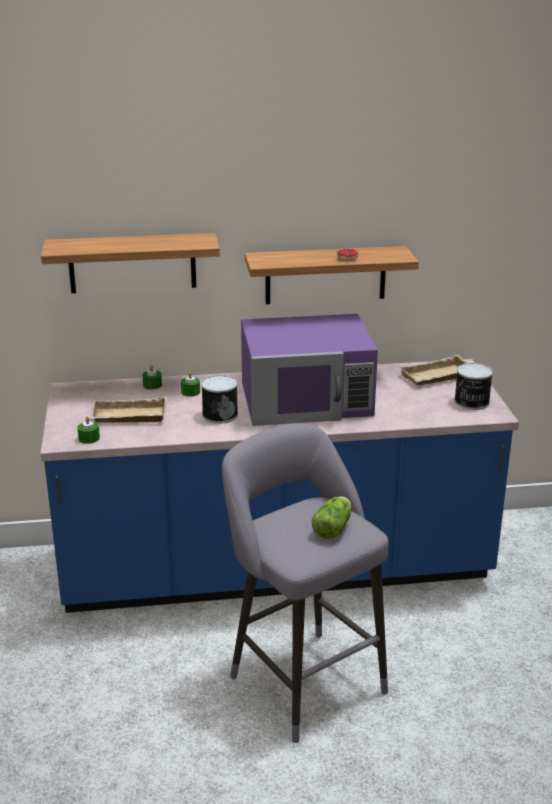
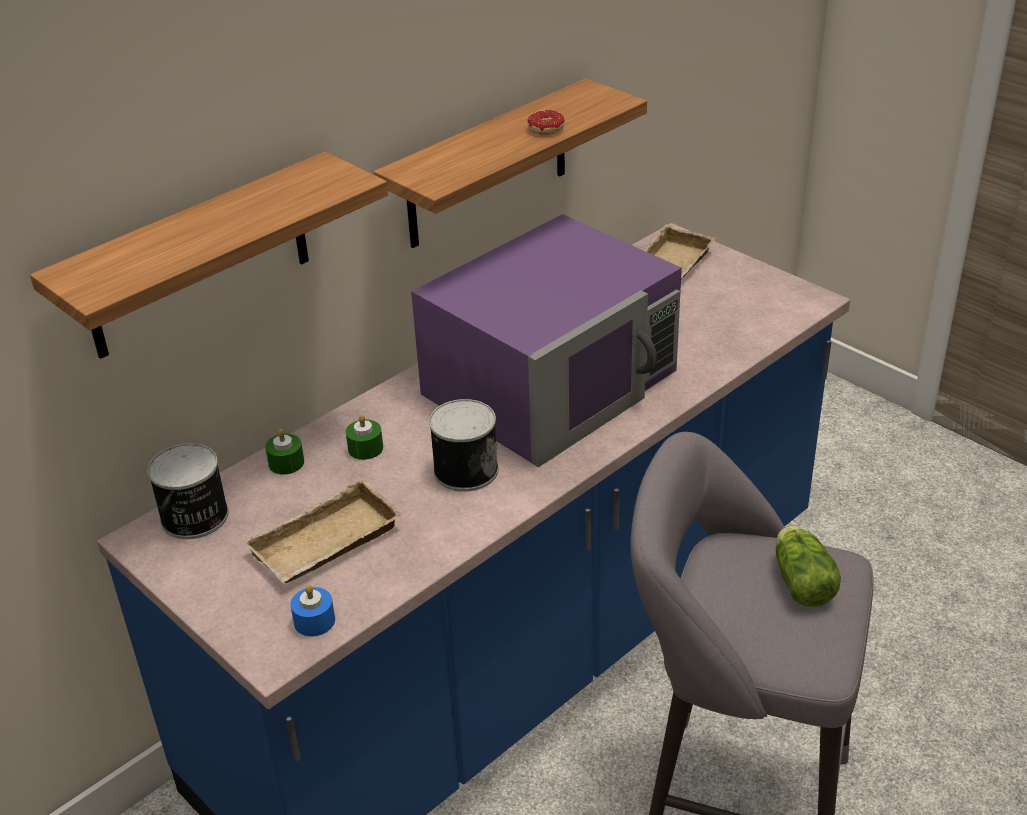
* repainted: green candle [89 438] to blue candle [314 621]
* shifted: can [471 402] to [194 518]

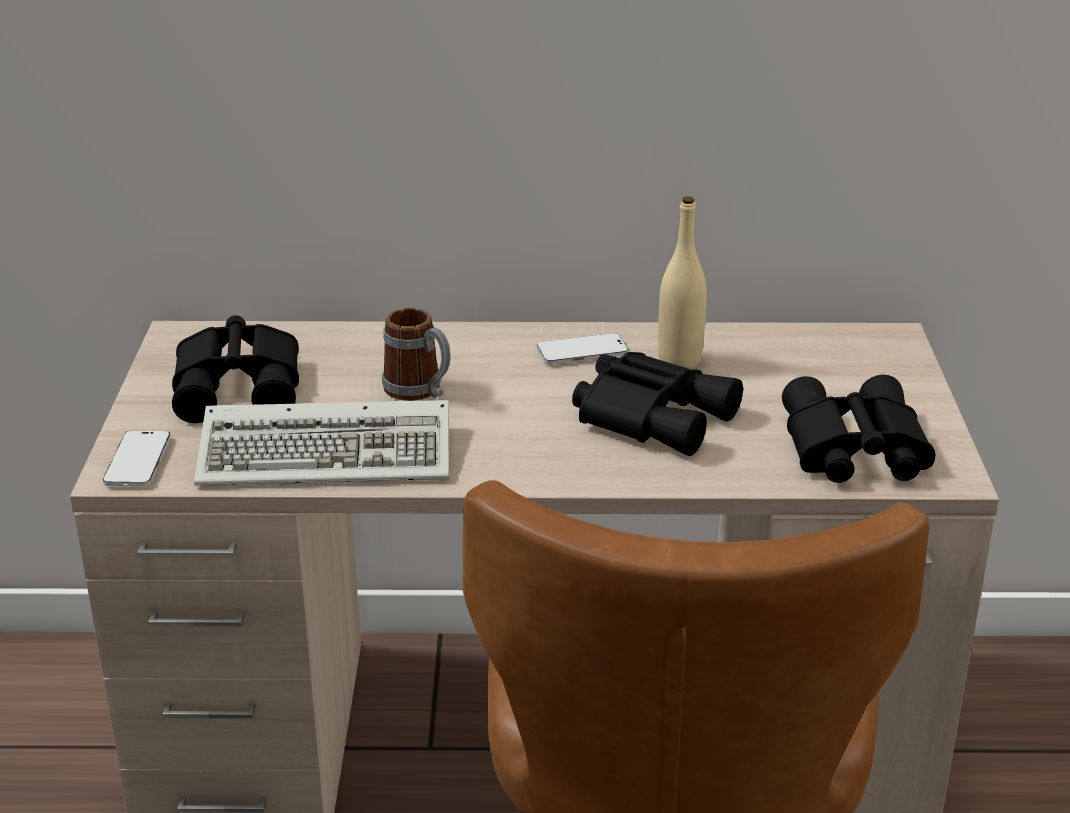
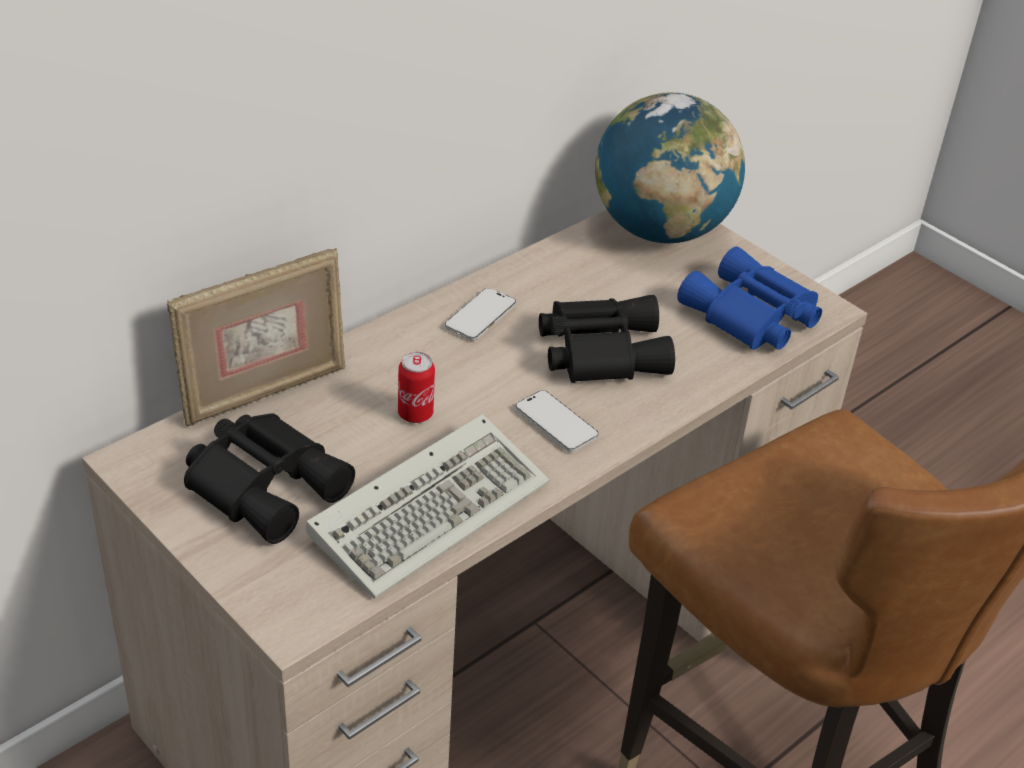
* shifted: phone [138 461] to [556 423]
* swapped: mug [420 391] to can [415 414]
* gone: beige bottle [679 360]
* repainted: black binoculars [851 450] to blue binoculars [750 316]
* new: picture frame [263 391]
* new: globe [660 230]

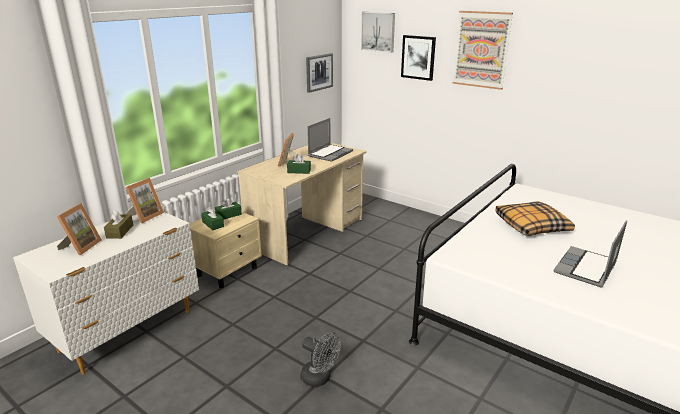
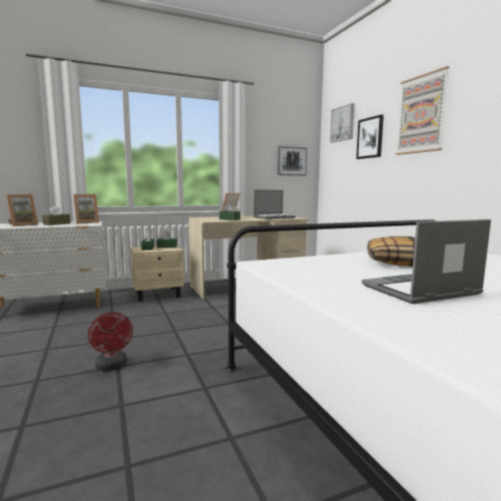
* repainted: grey fan [320 378] to red fan [112 366]

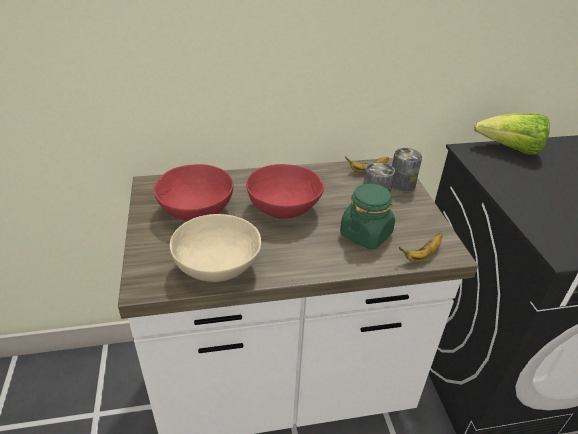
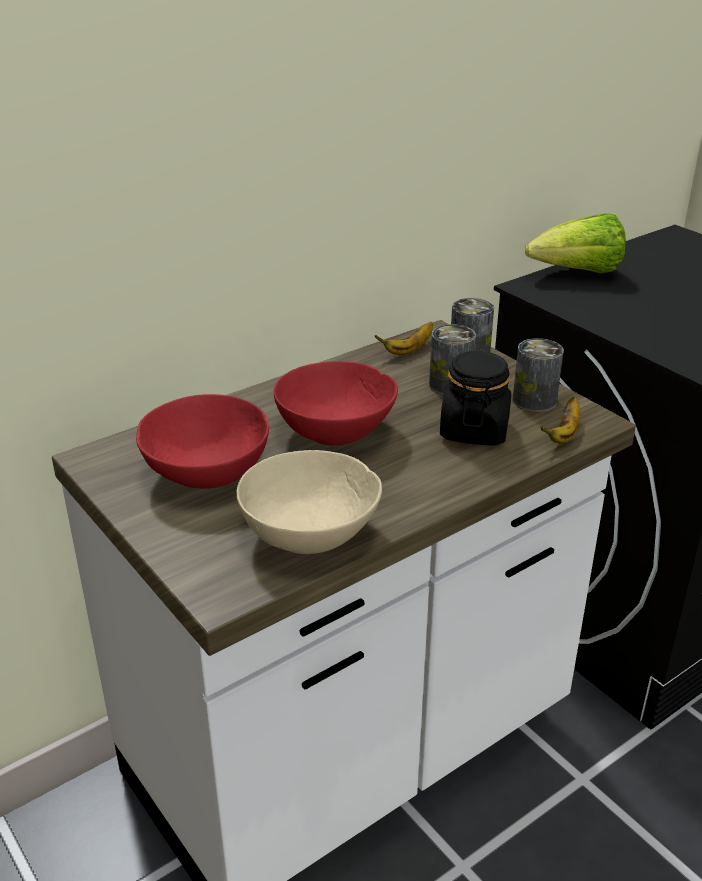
* repainted: green jar [366 234] to black jar [474 430]
* new: can [534 400]

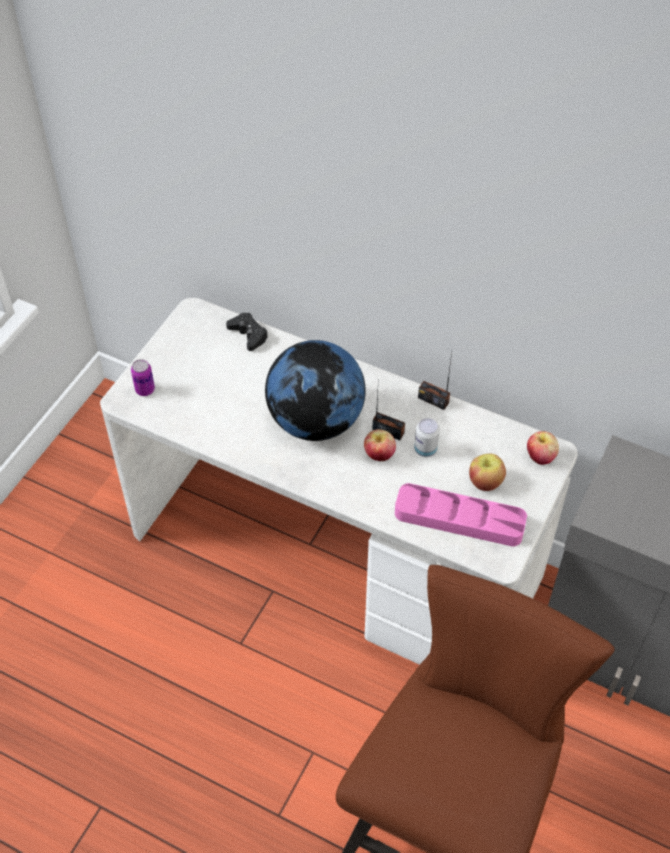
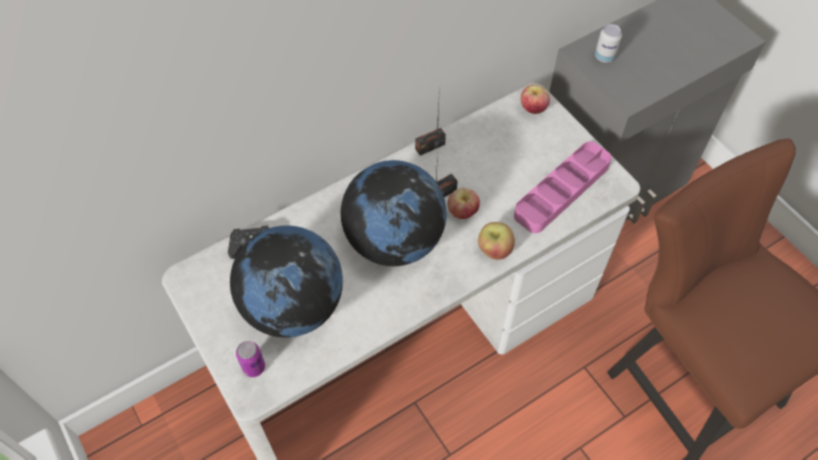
* shifted: can [425 449] to [604 57]
* shifted: apple [485 481] to [494 250]
* new: globe [293 307]

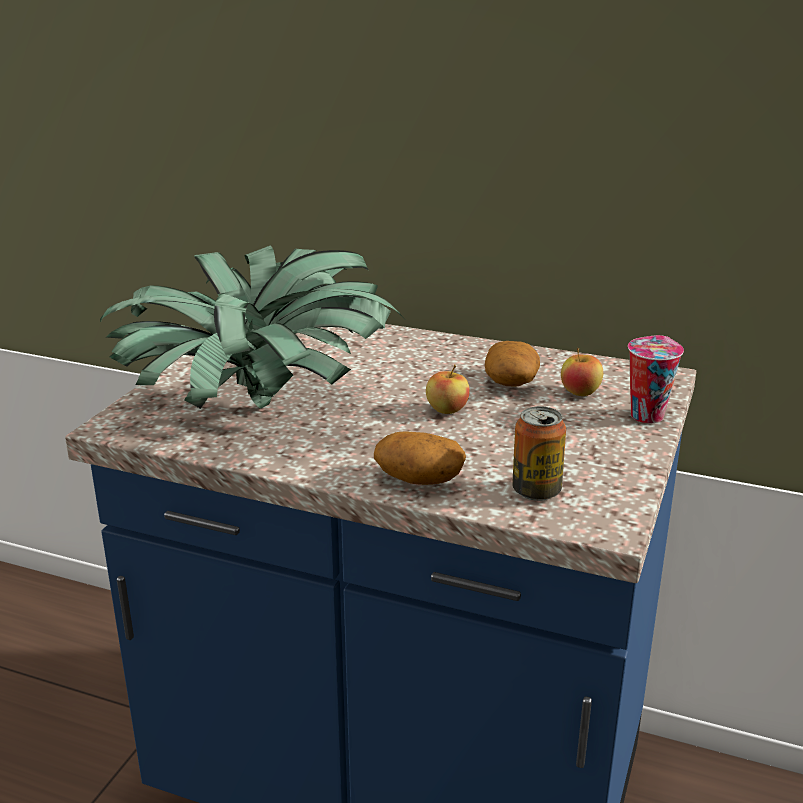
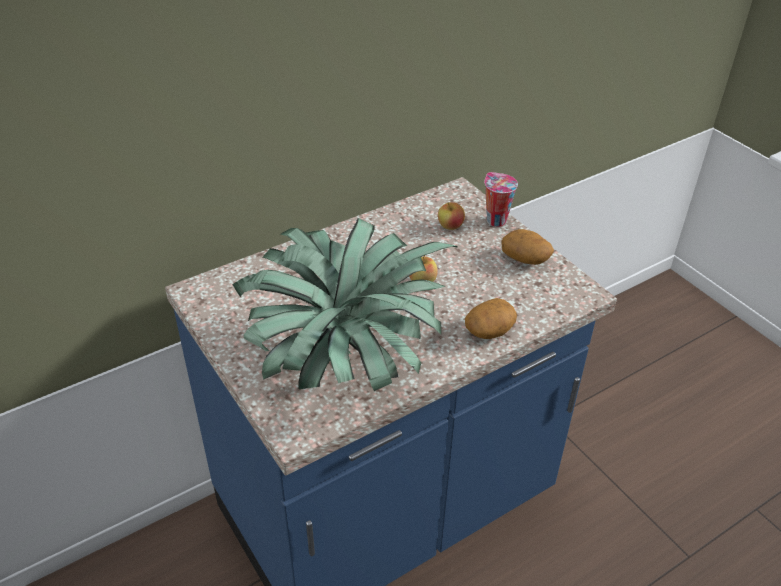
* shifted: potato [511 382] to [525 258]
* gone: can [536 491]

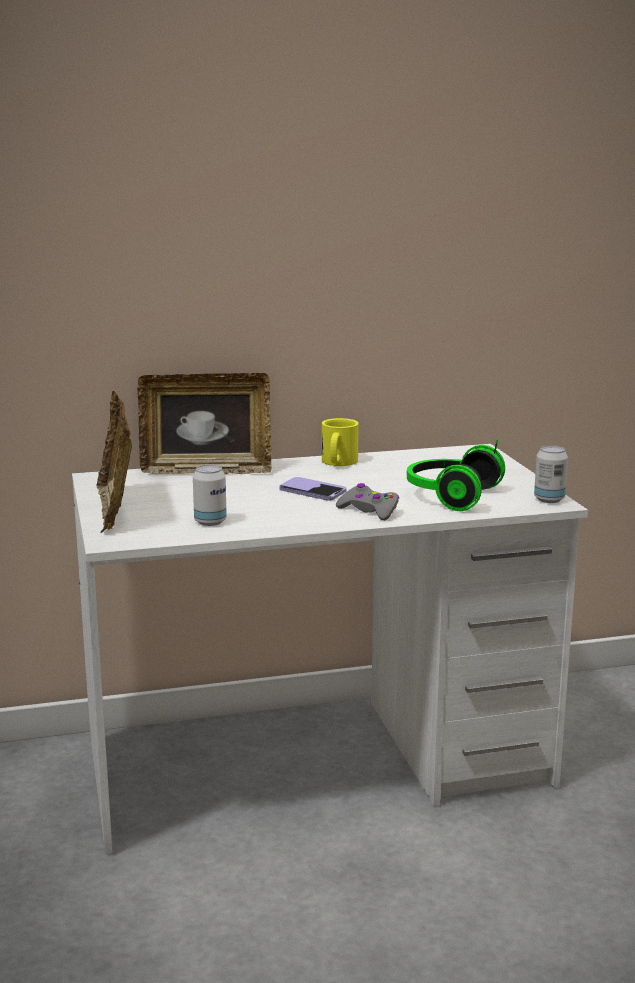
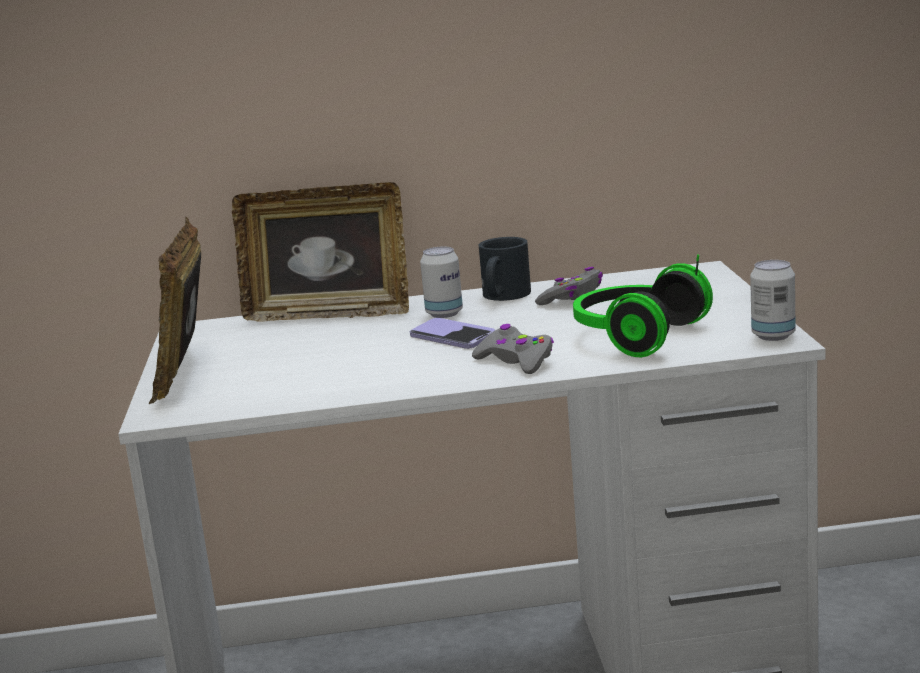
* shifted: can [210 522] to [444 313]
* repainted: yellow mug [338 463] to black mug [503 297]
* new: grey game controller [572 297]

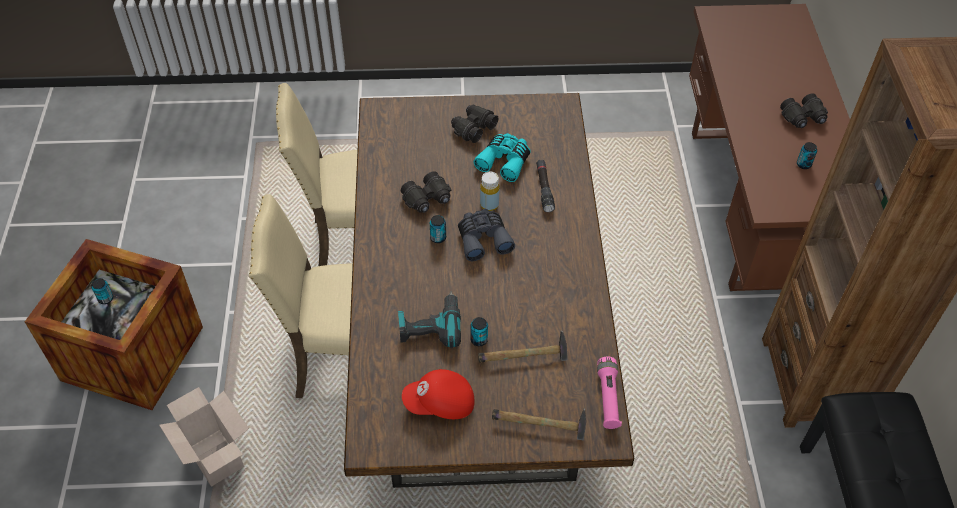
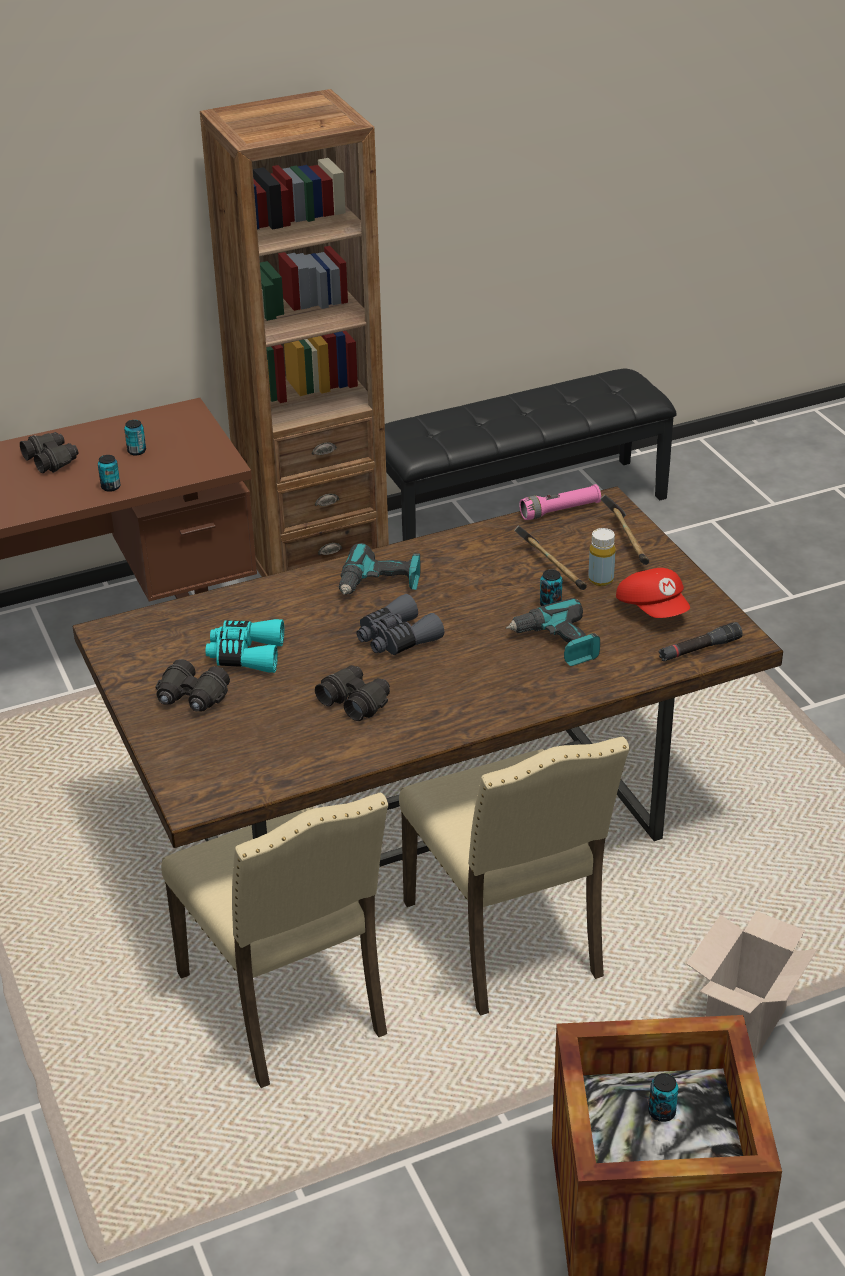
* shifted: can [438 238] to [110 487]
* shifted: yellow bottle [489 205] to [601 579]
* shifted: black flashlight [544 189] to [699 649]
* new: power drill [380 584]

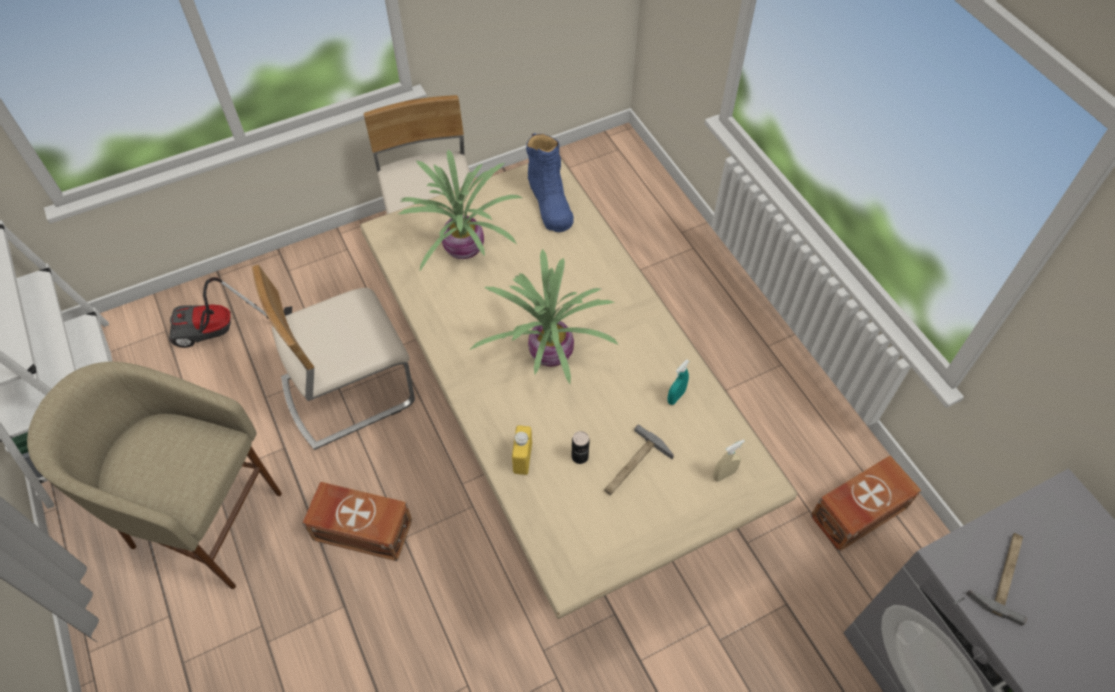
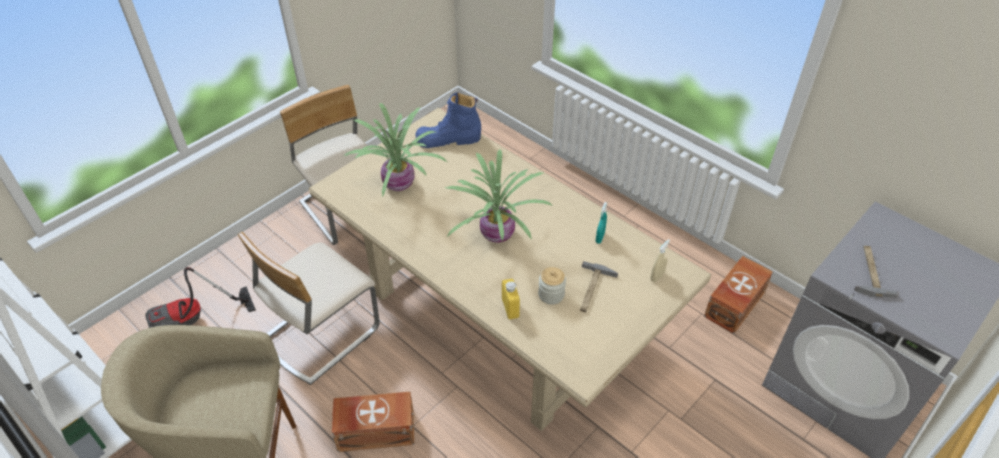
* rotated: blue boot [550 202] = [448 139] 120 degrees clockwise
* swapped: can [580 456] to jar [551 294]

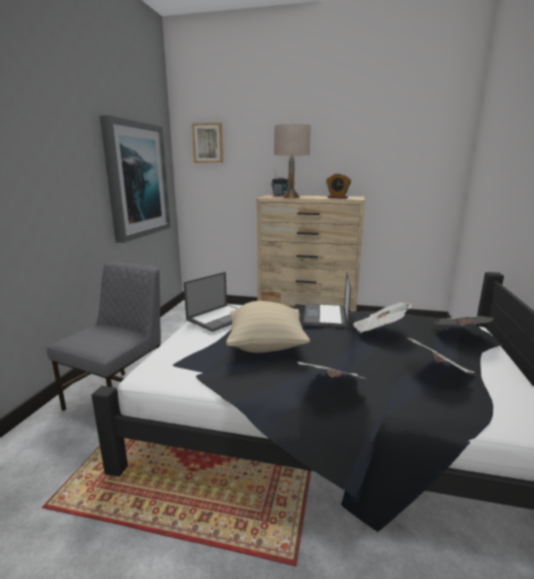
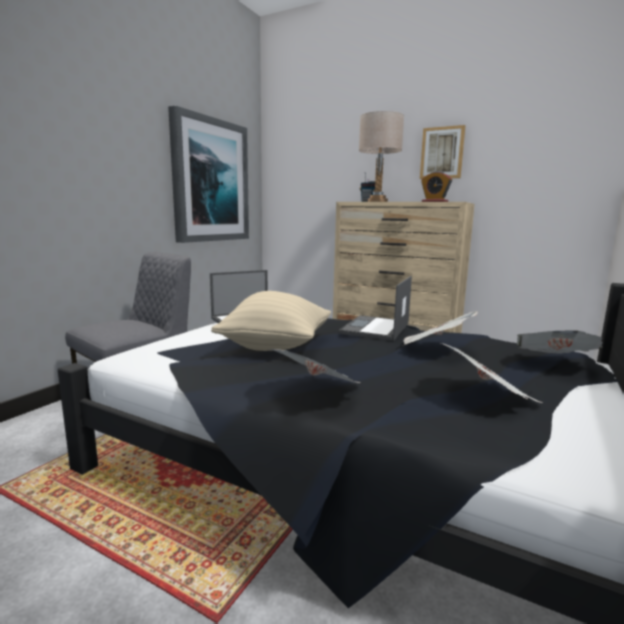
* shifted: picture [208 143] to [442 153]

